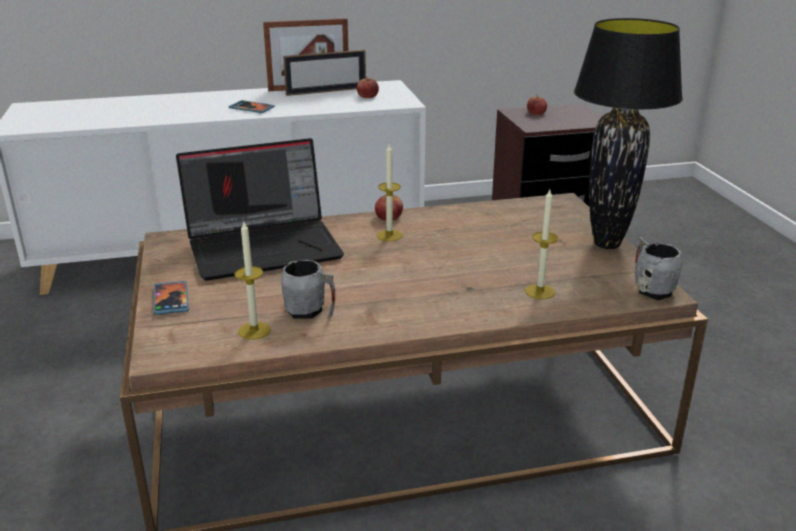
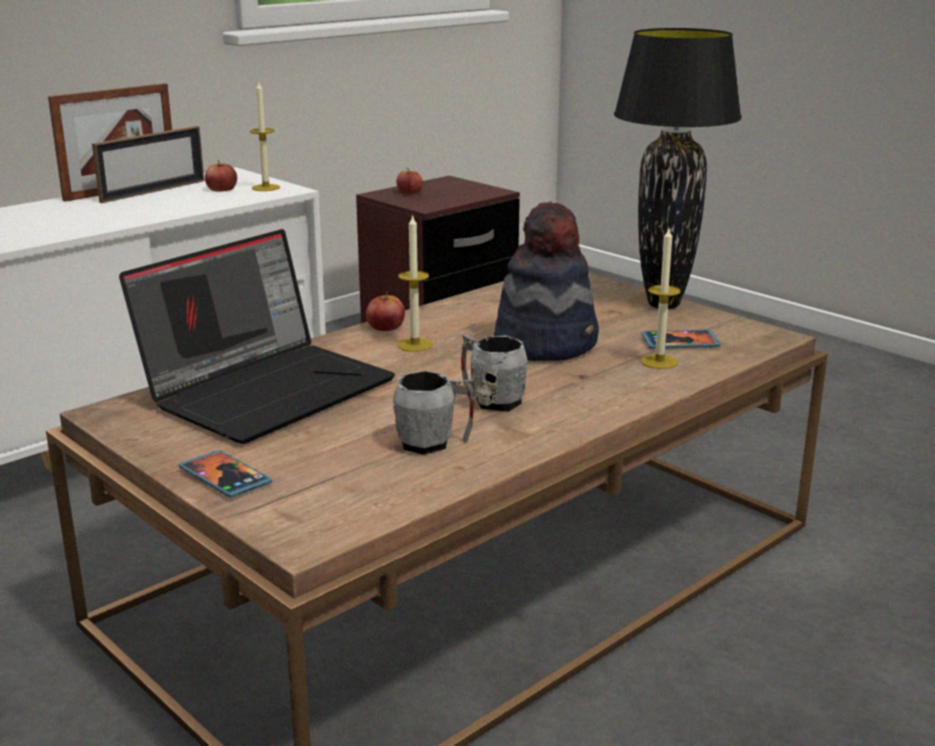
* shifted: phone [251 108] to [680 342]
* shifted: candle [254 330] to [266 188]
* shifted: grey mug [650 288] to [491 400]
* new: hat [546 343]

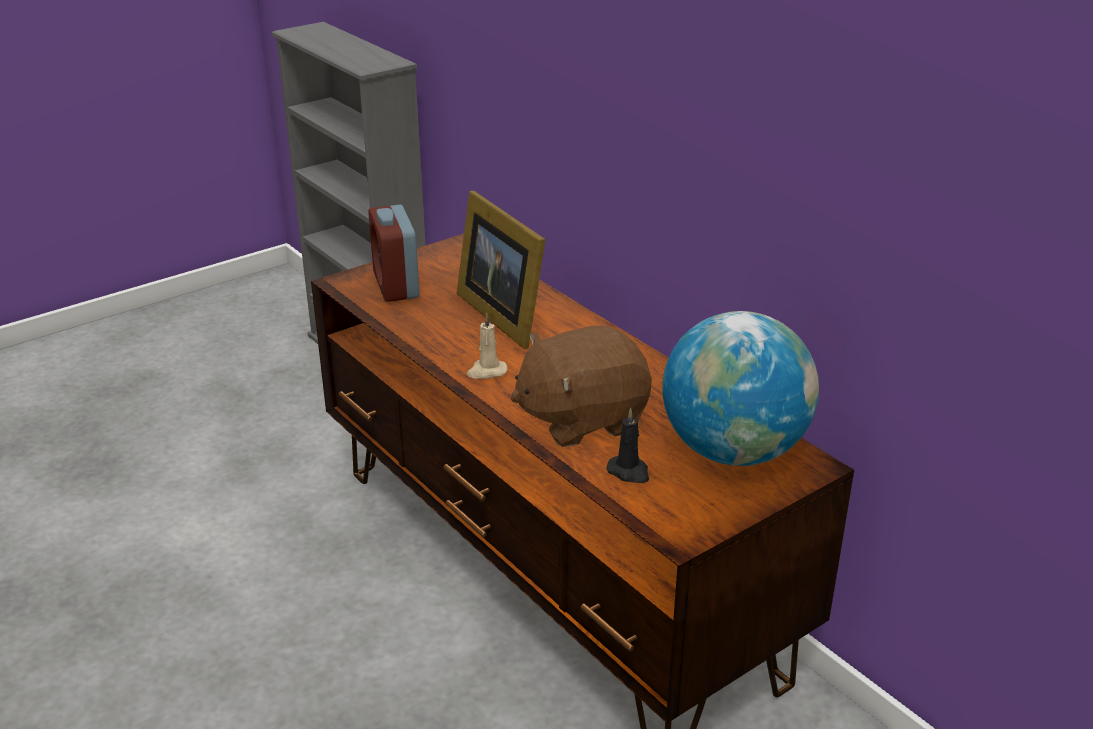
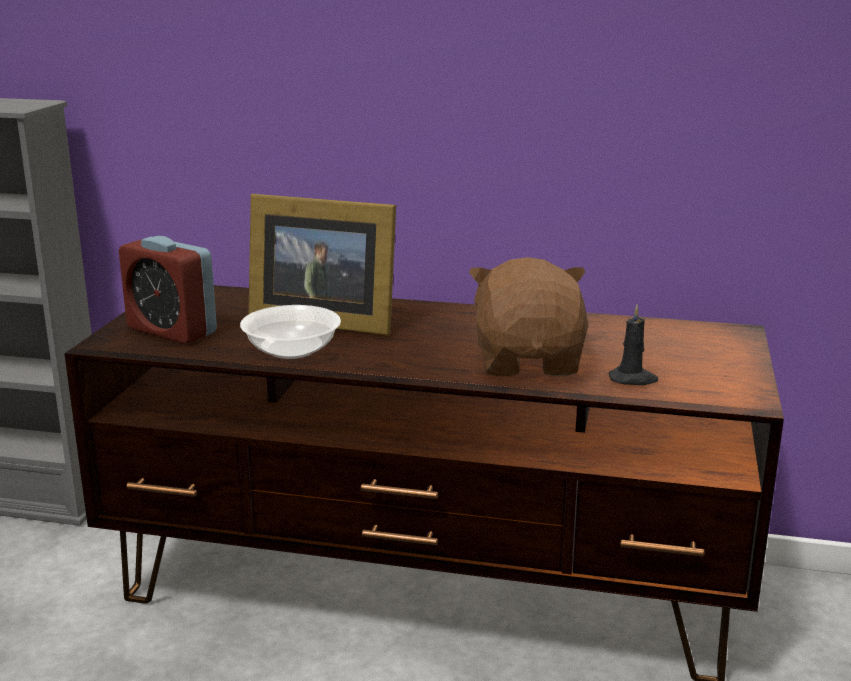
* gone: beige candle [486 371]
* rotated: brown plush toy [581 419] = [529 362] 150 degrees clockwise
* gone: globe [734 451]
* new: bowl [292 350]

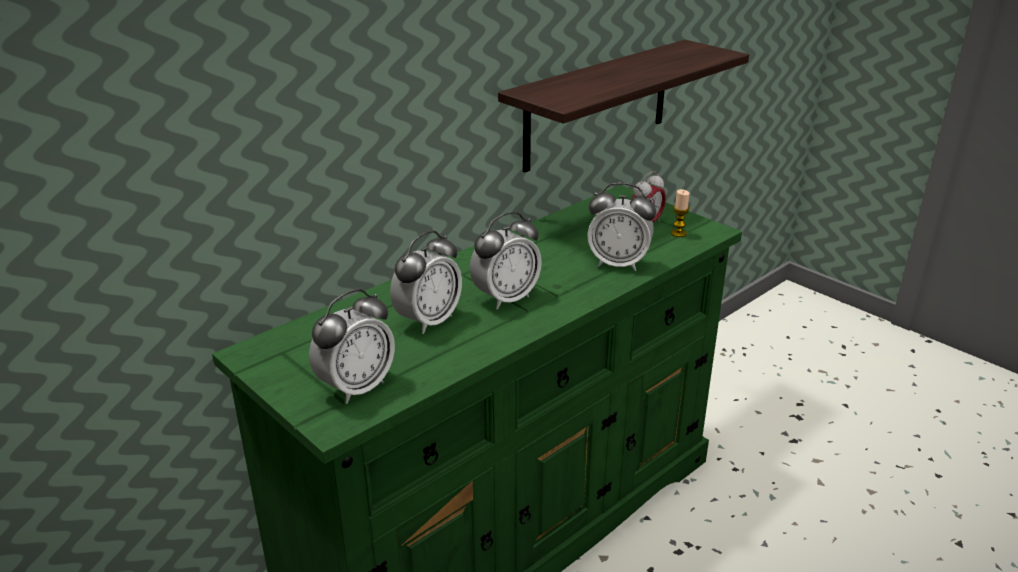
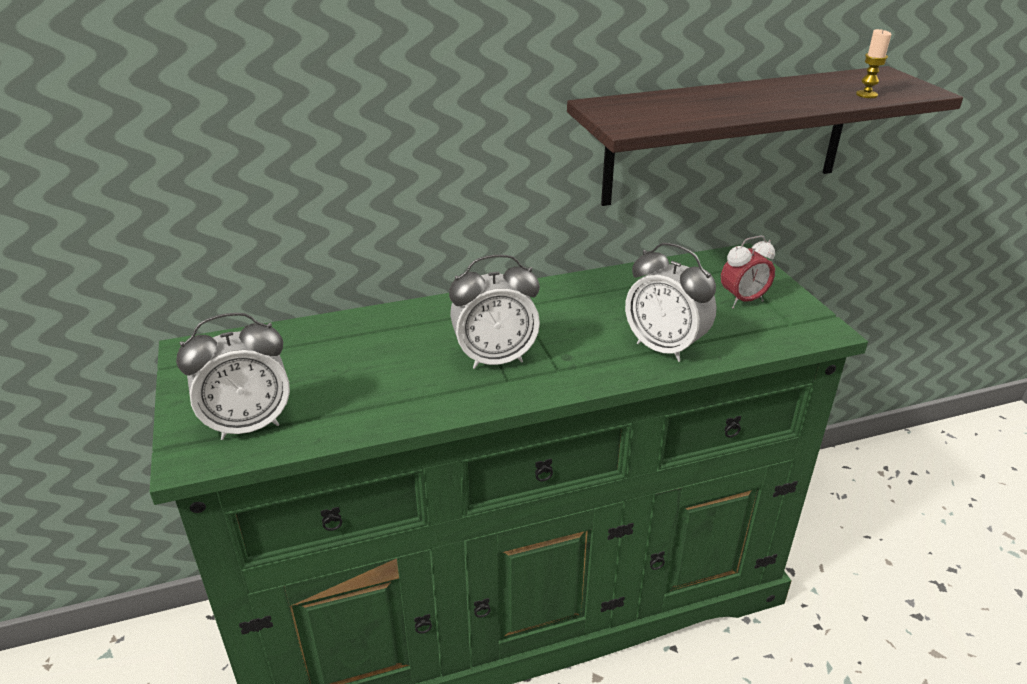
* gone: alarm clock [428 321]
* shifted: candle [678 233] to [866 95]

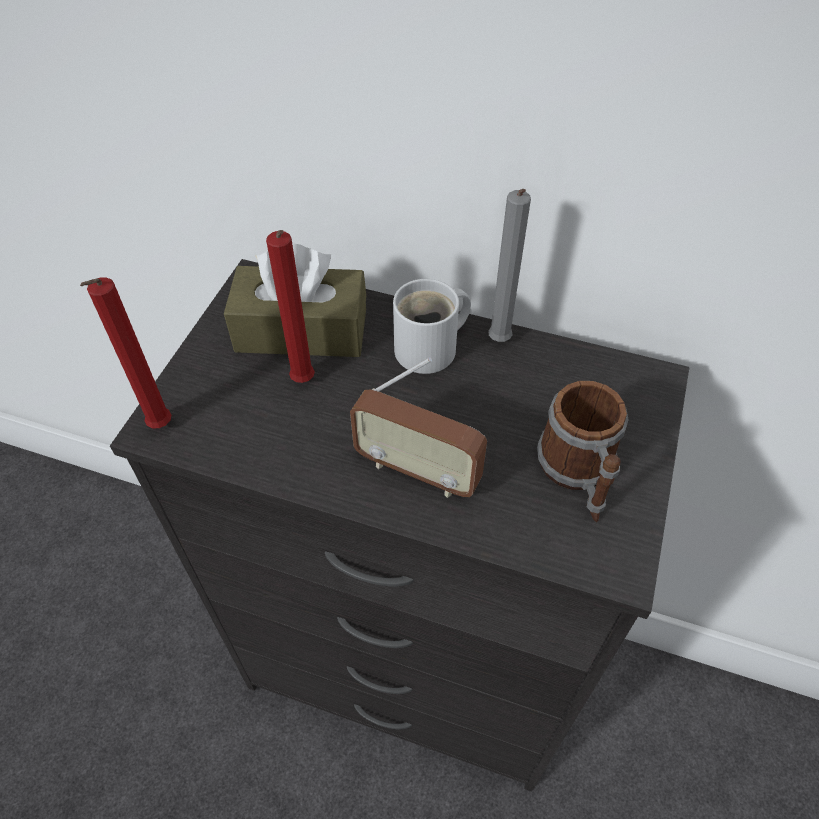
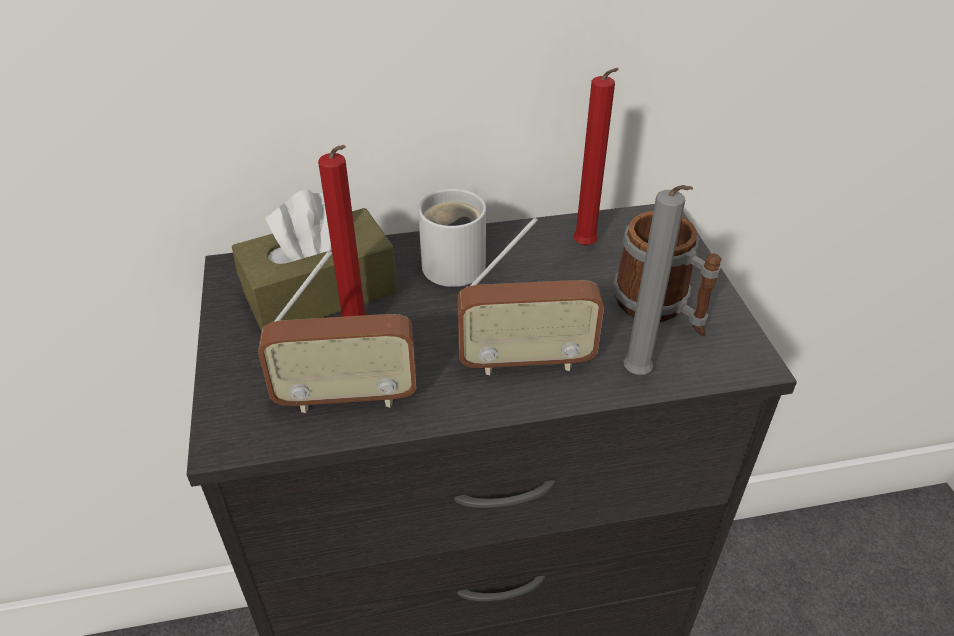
* shifted: red candle [159 428] to [586 248]
* shifted: grey candle [498 343] to [638 376]
* new: radio [346 397]

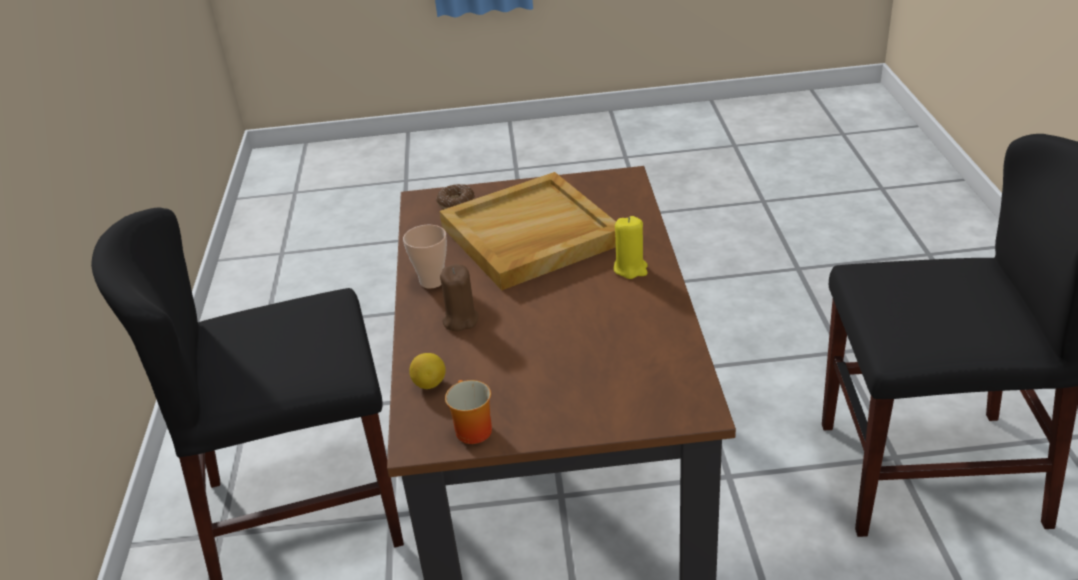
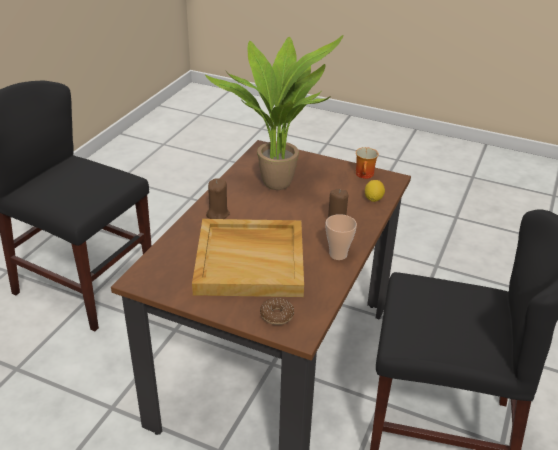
* repainted: yellow candle [630 269] to brown candle [218 214]
* new: potted plant [278 181]

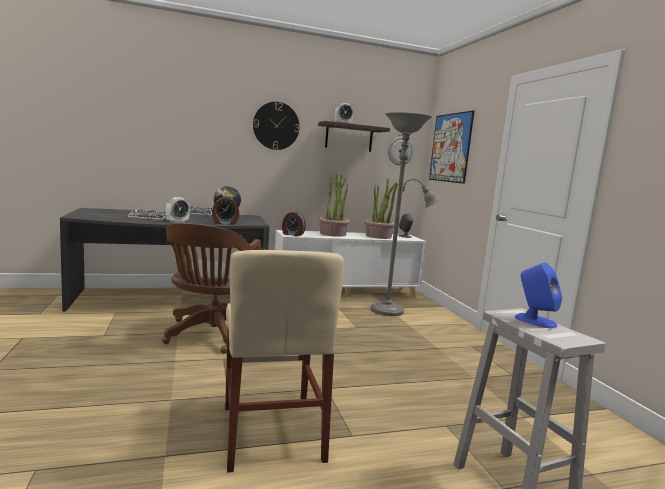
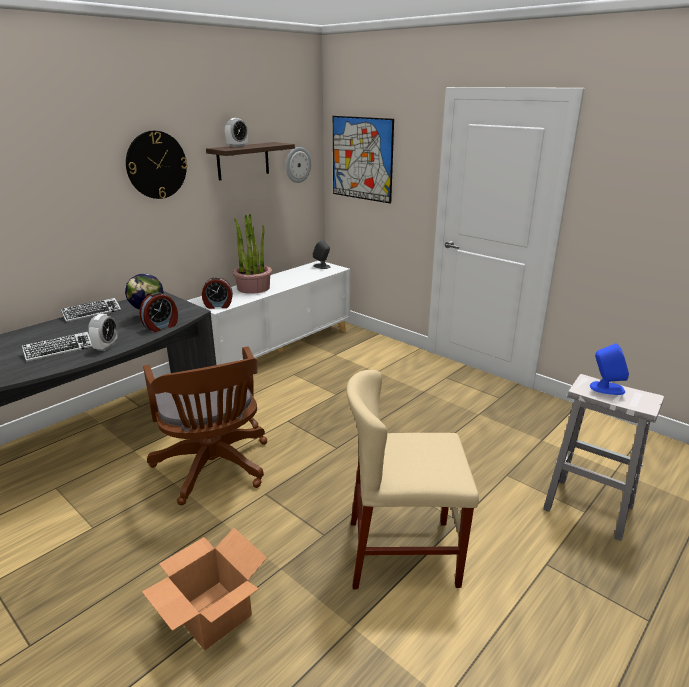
* rotated: beige chair [271 432] = [402 553] 135 degrees clockwise
* gone: potted plant [378 236]
* gone: grey floor lamp [391 311]
* new: cardboard box [214 615]

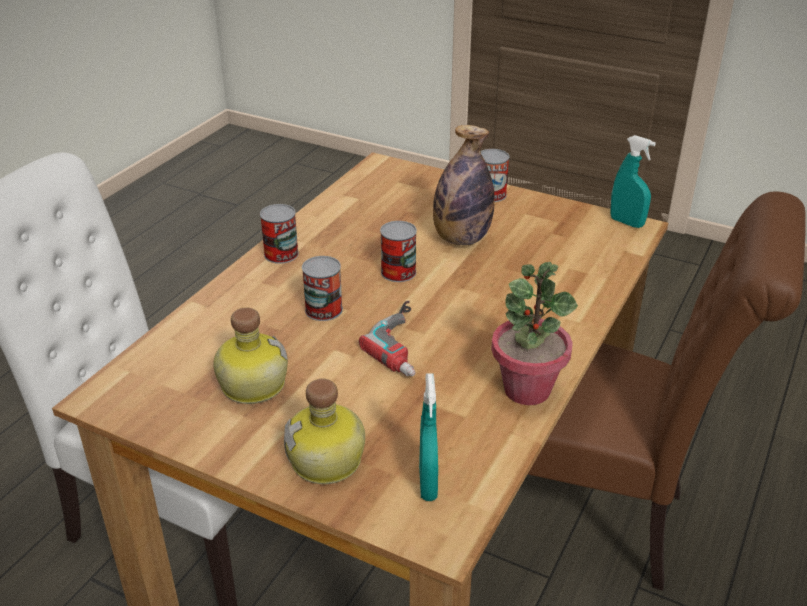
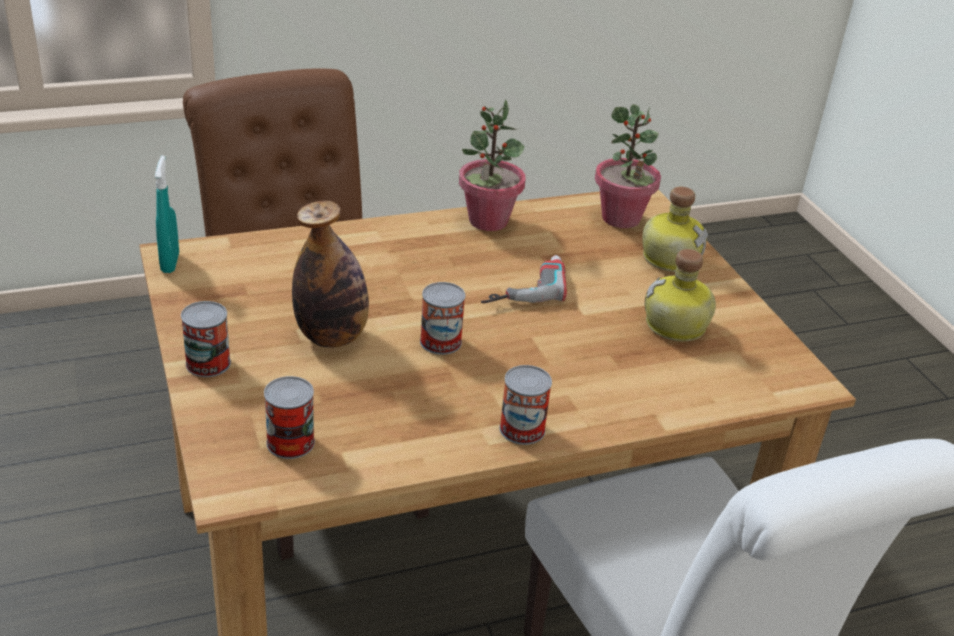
* shifted: can [324 310] to [290 442]
* swapped: turquoise spray bottle [428 484] to potted plant [621 218]

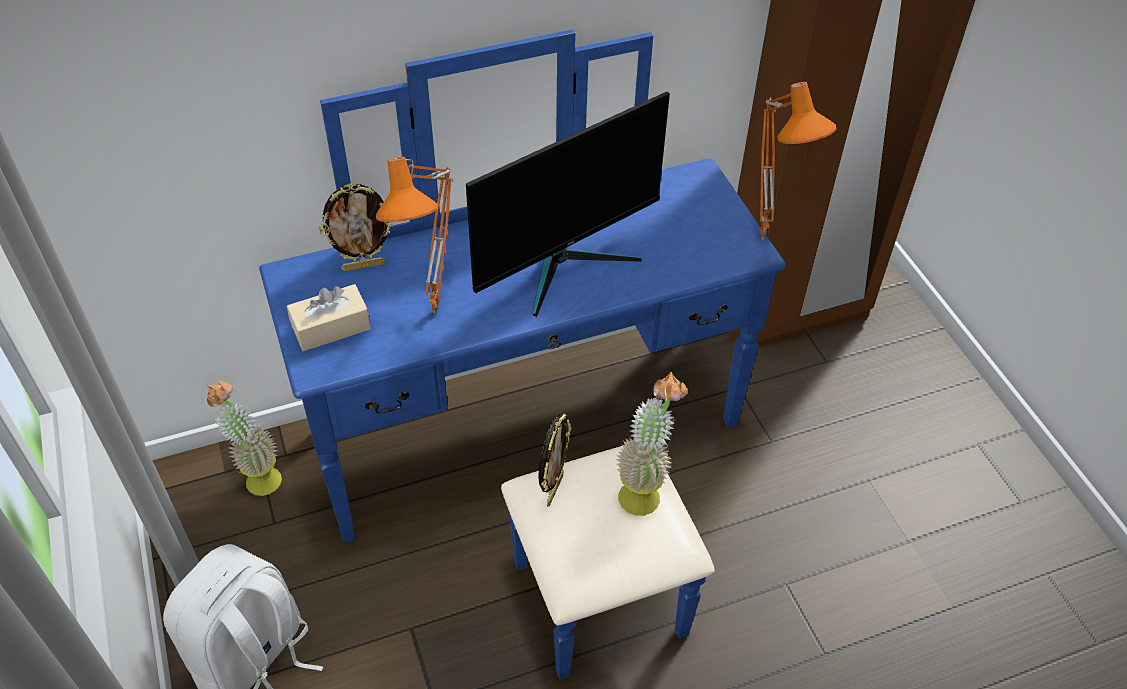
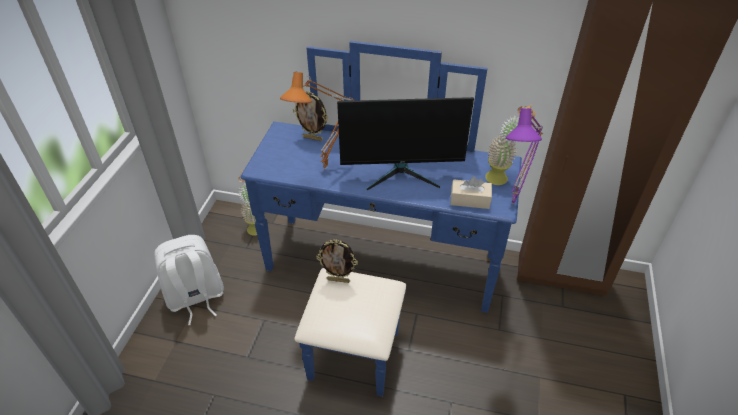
* shifted: beige tissue box [331 327] to [470 200]
* rotated: picture frame [553 489] = [338 280] 45 degrees clockwise
* shifted: potted plant [644 489] to [501 176]
* repainted: orange table lamp [766 238] to purple table lamp [515 204]

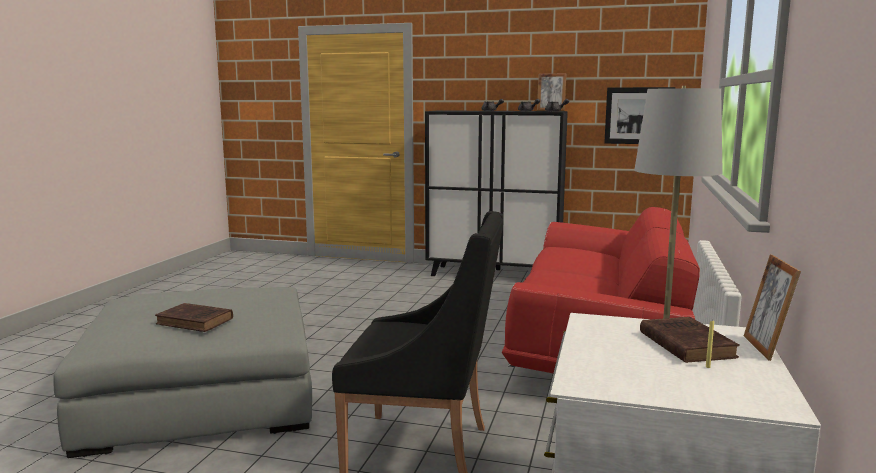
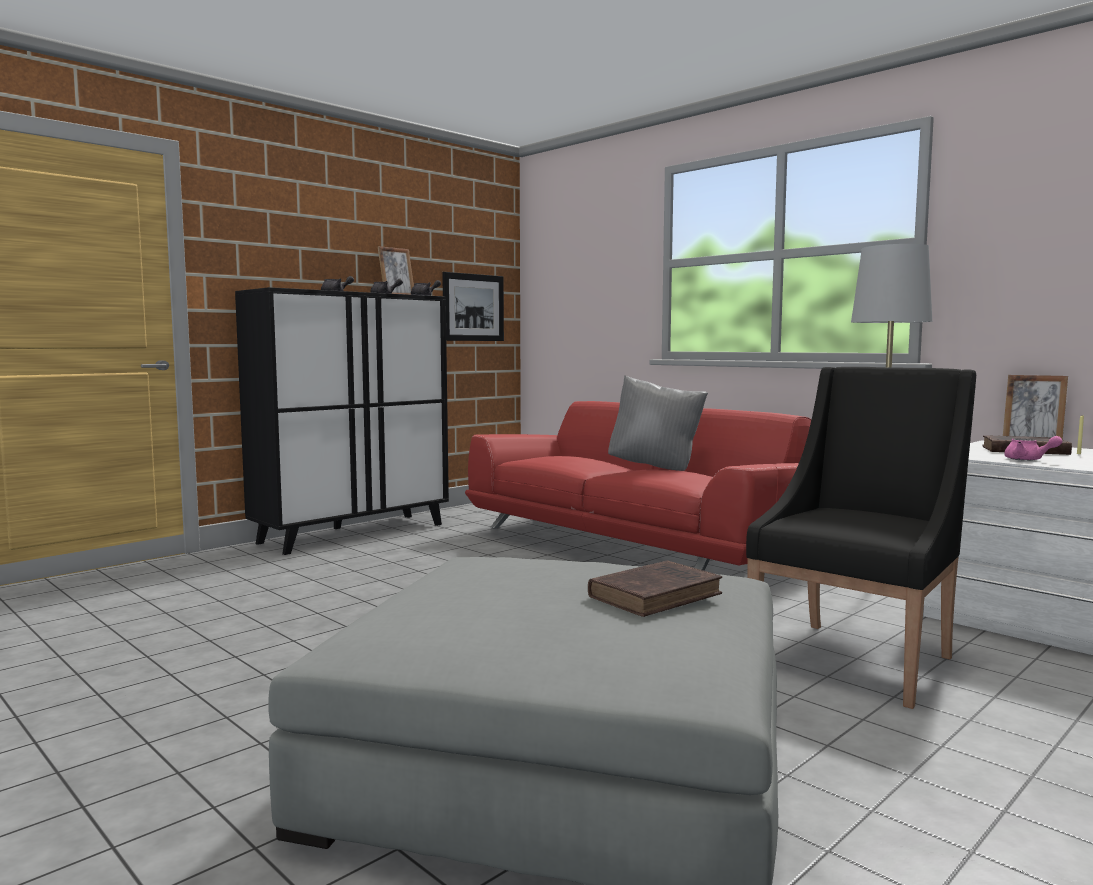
* new: grey pillow [656 467]
* new: pink teapot [1028 460]

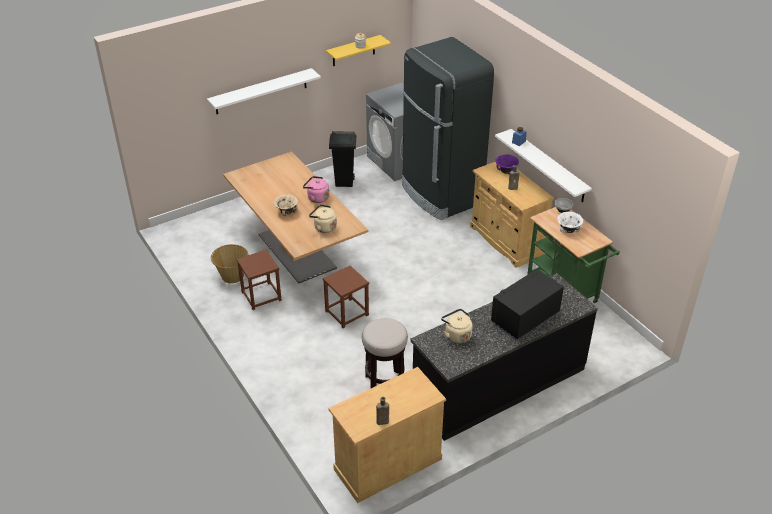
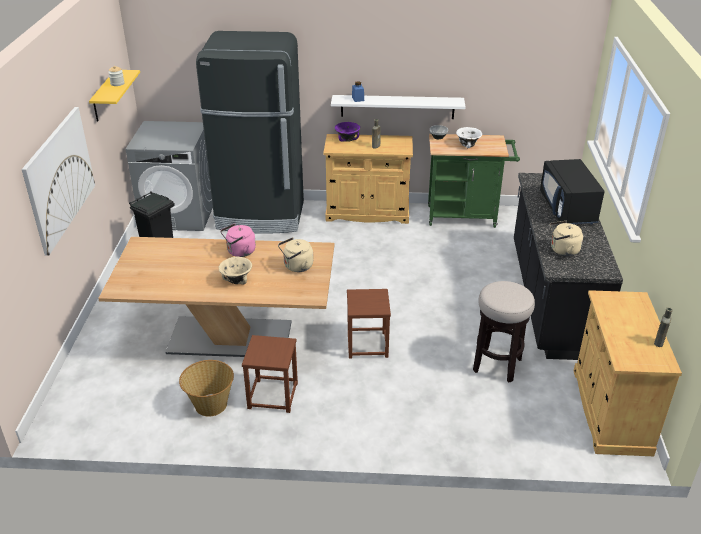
* swapped: white shelf [261 91] to picture [60 178]

